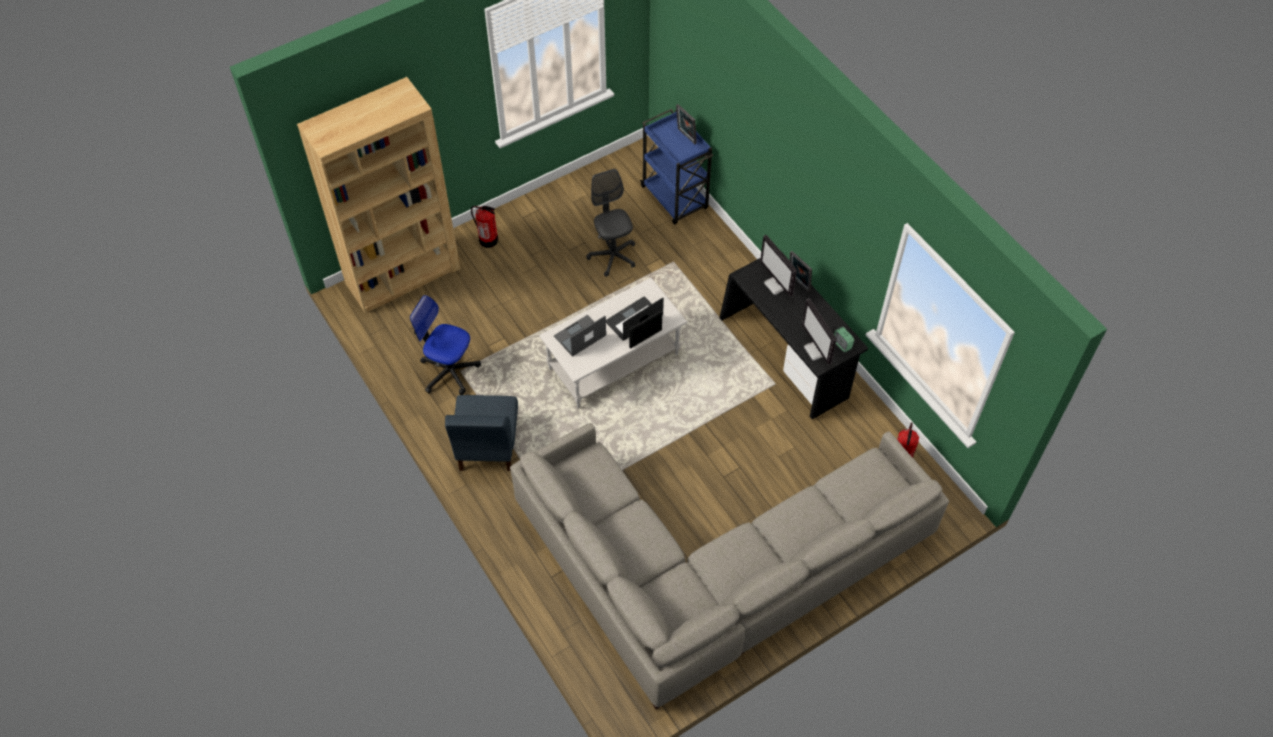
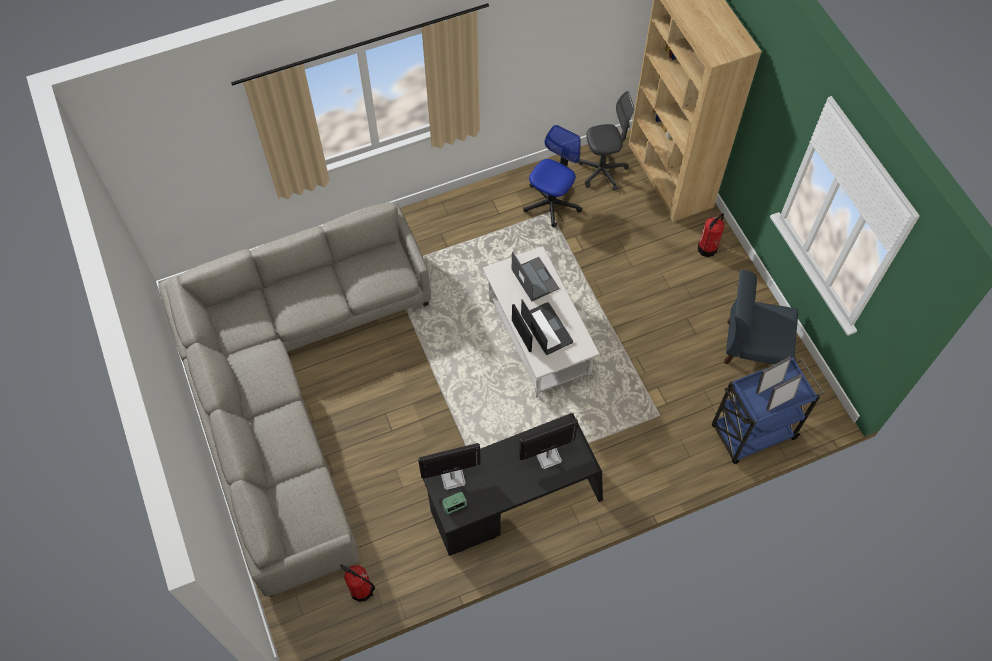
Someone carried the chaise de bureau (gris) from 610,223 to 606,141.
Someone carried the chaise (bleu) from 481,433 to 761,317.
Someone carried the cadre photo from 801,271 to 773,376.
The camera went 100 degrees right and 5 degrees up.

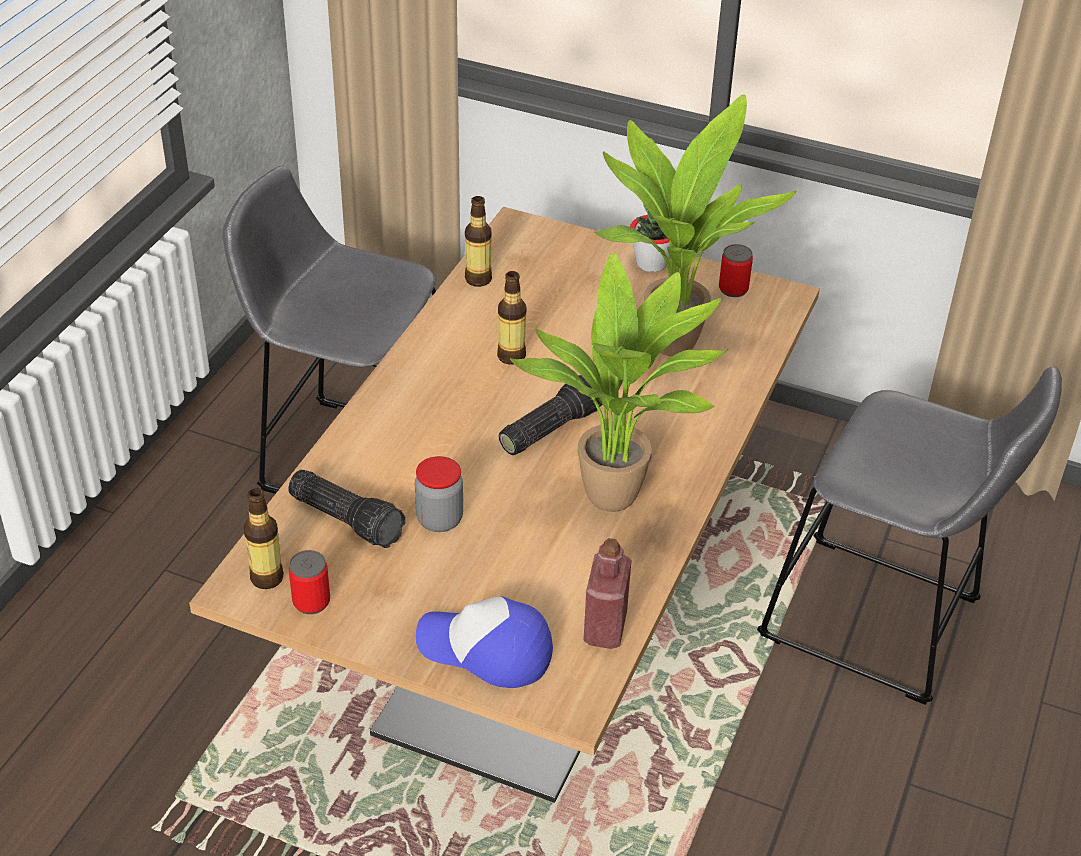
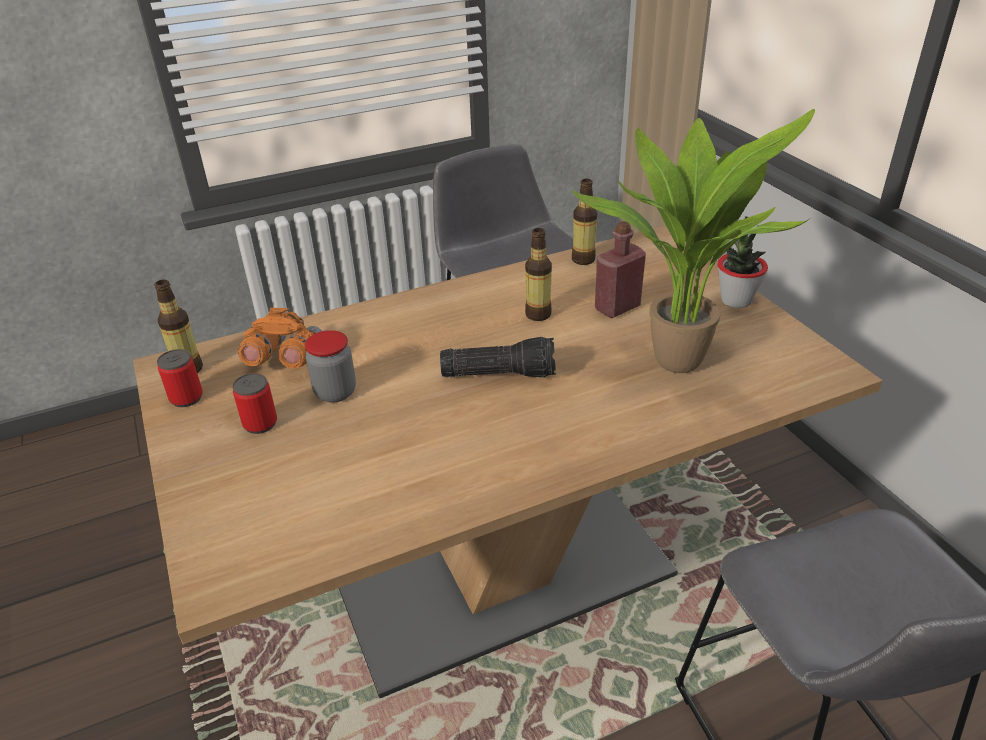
Someone carried the boîte métallique from 736,270 to 254,403.
Someone swapped the lampe de poche at 347,509 for the jumelles (orange) at 280,338.
Someone carried the bouteille (rouge) from 607,593 to 620,269.
Someone took away the casquette at 484,642.
Someone took away the plante en pot at 619,382.
The camera went 45 degrees right and 5 degrees down.

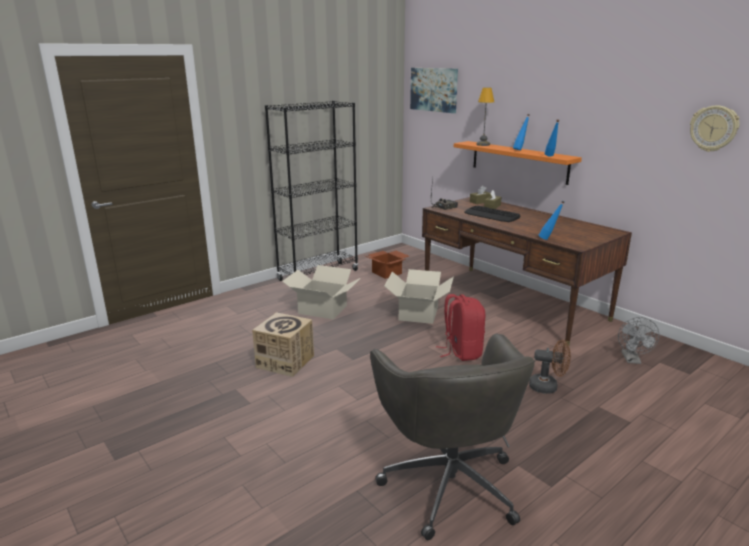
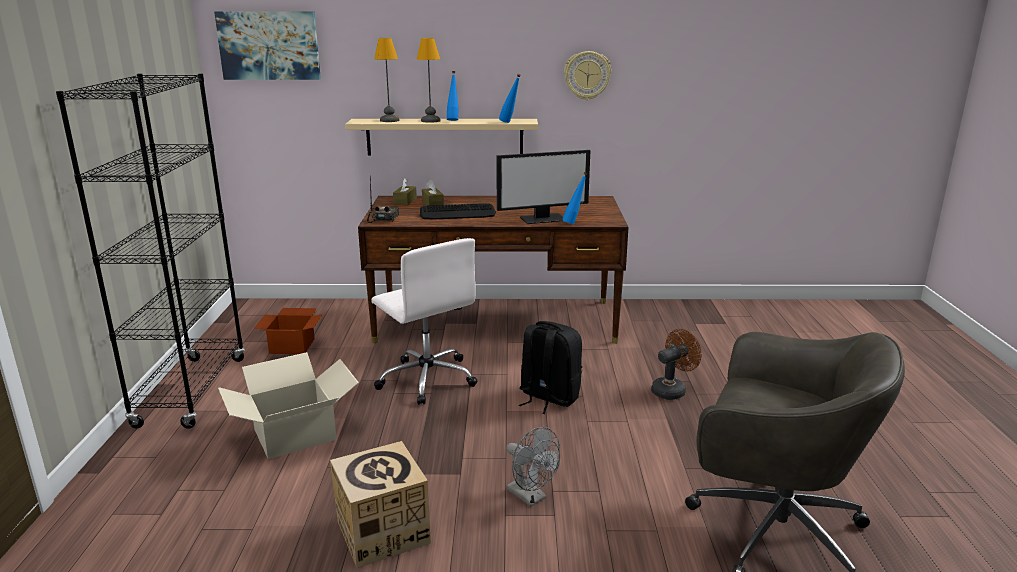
Someone repainted the étagère (orange) at 518,163, which became the étagère (beige) at 441,137.
Someone swapped the carton at 419,296 for the chaise de bureau (blanc) at 424,321.
Someone put down the lampe de table at 429,80.
Someone put down the écran d'ordinateur at 543,187.
Someone carried the ventilateur (gris) from 638,340 to 533,466.
Someone repainted the sac à dos (rouge) at 460,327, which became the sac à dos (noir) at 550,367.
Someone carried the horloge murale from 715,128 to 588,75.
The camera went 50 degrees left and 0 degrees up.

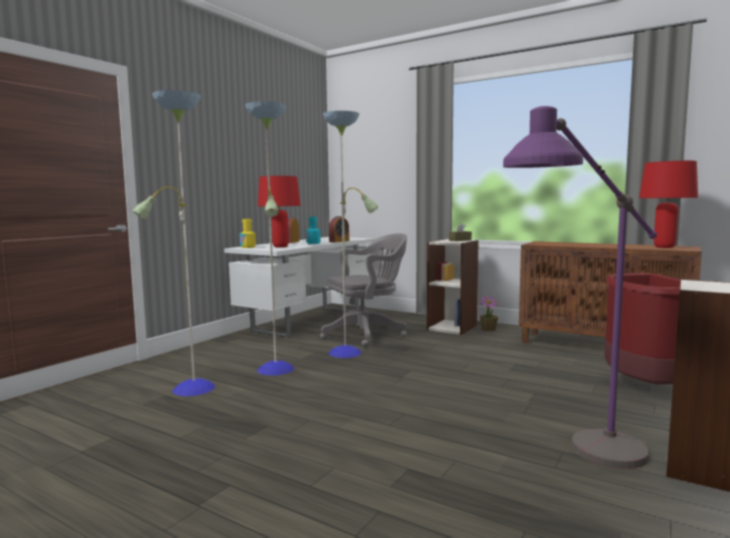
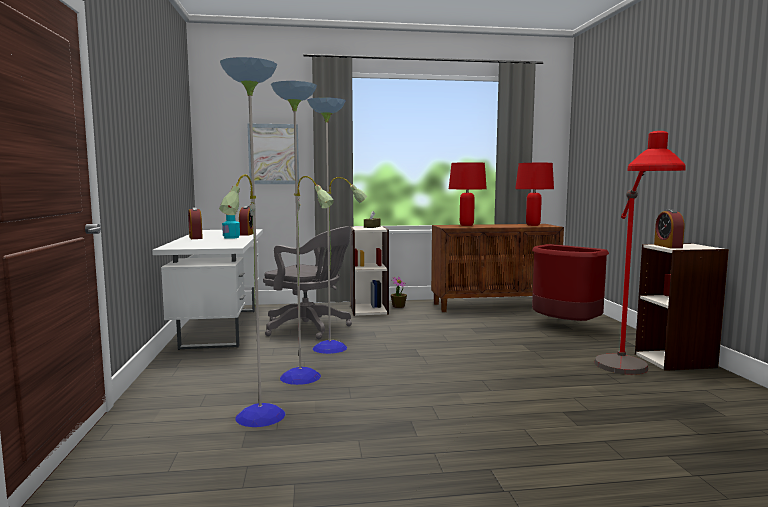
Someone put up the tableau at 273,154.
Someone rotated the chaise de bureau (gris) at 363,290 by 90 degrees clockwise.
Someone carried the lampe de table (rouge) from 279,211 to 468,194.
Someone repainted the lampadaire (violet) at 580,287, which became the lampadaire (rouge) at 640,253.
Someone put down the réveil at 669,228.
Someone took away the bouteille (jaune) at 247,233.
The camera went 40 degrees left and 0 degrees up.

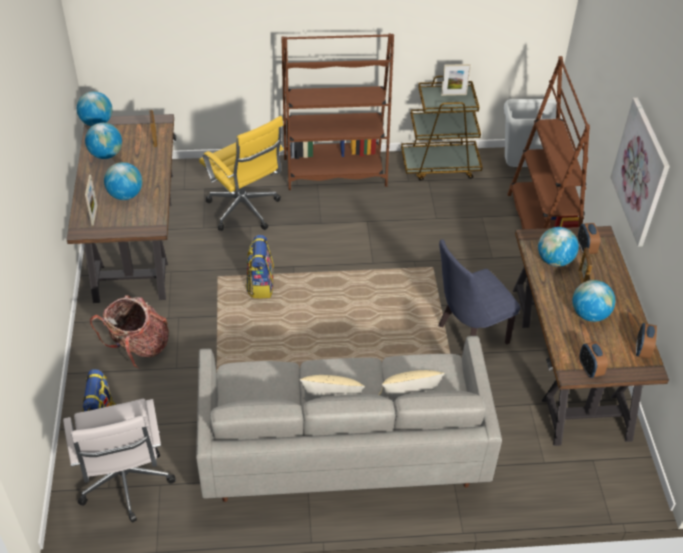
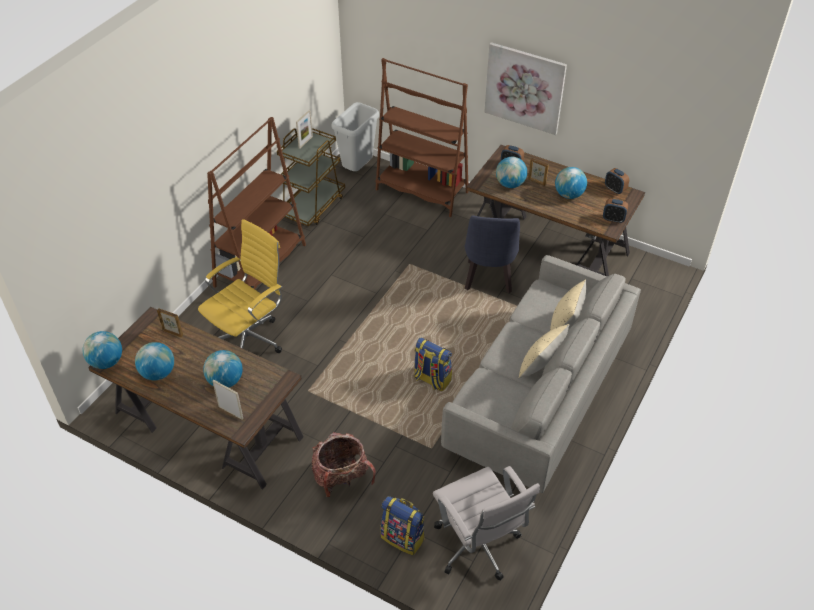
Someone rotated the chaise de bureau (jaune) at 241,173 by 45 degrees counterclockwise.
Someone carried the sac à dos from 260,266 to 433,364.
Someone rotated the chaise de bureau (blanc) at 119,461 by 45 degrees clockwise.
The camera went 55 degrees left and 0 degrees up.

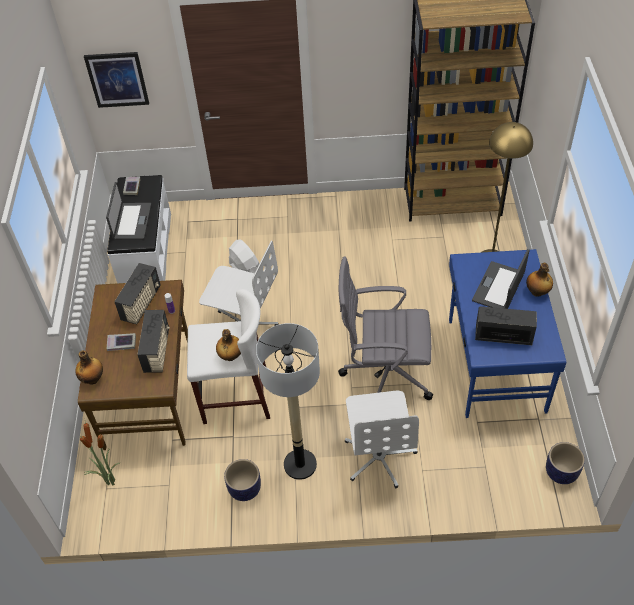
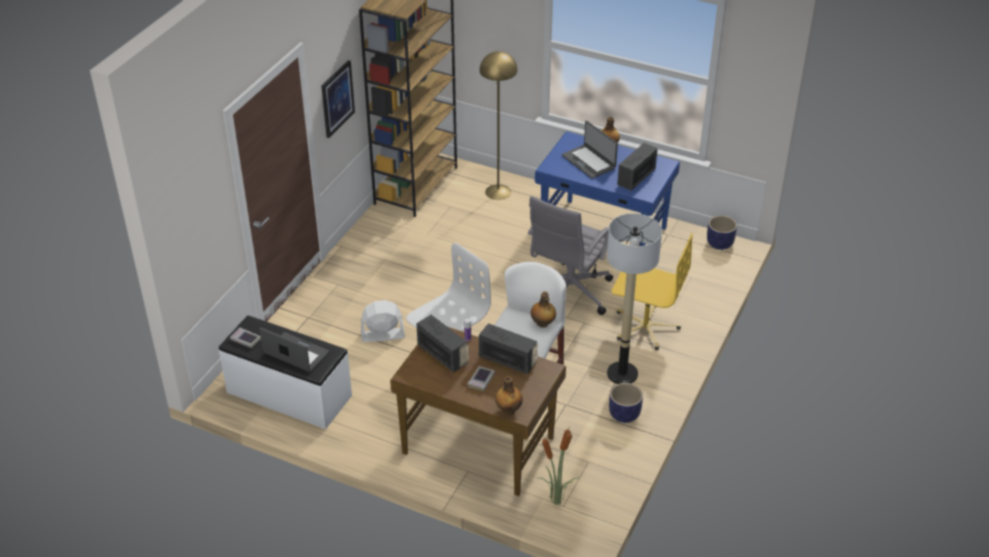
Someone carried the tableau from 116,80 to 338,99.
Someone repainted the chaise de bureau (blanc) at 382,439, which became the chaise de bureau (jaune) at 652,291.
The camera went 65 degrees left and 10 degrees down.

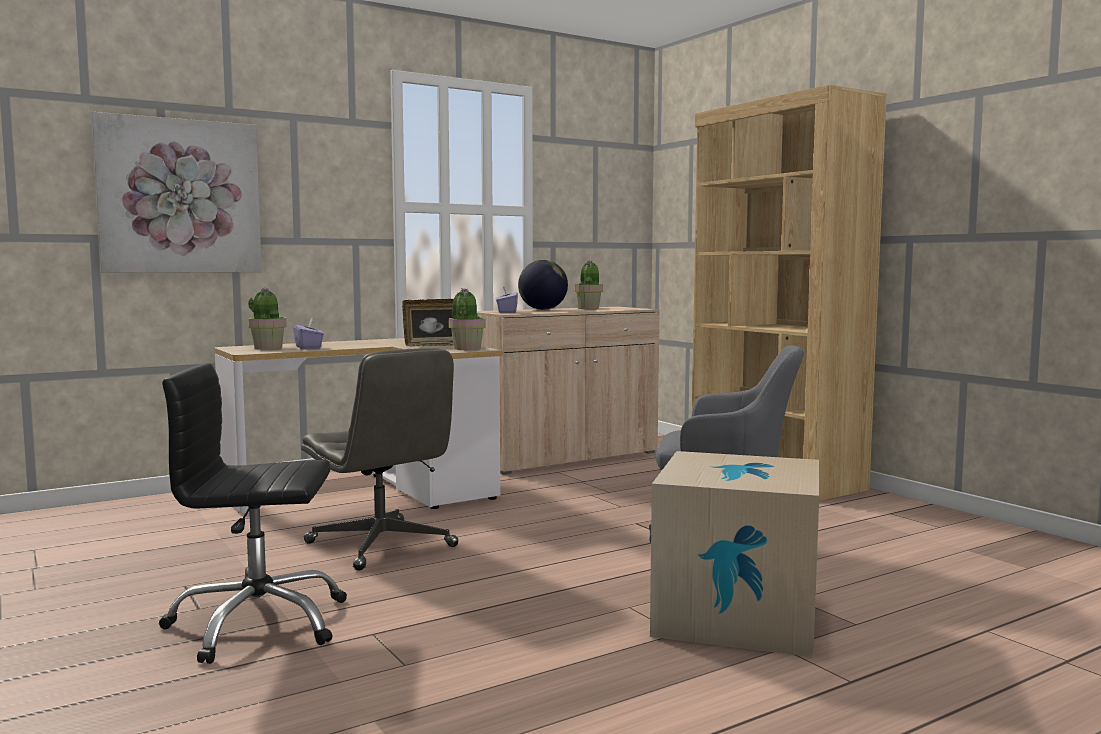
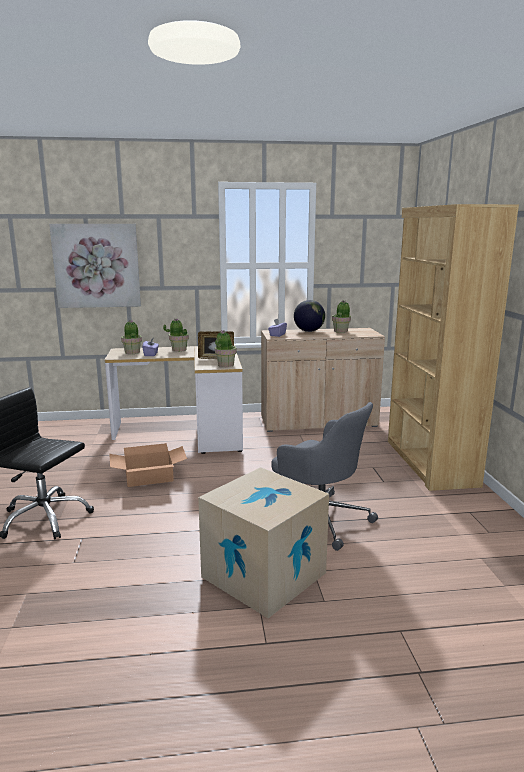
Someone swapped the chaise de bureau (gris) at 379,459 for the carton at 148,465.
Someone put down the plante en pot at 176,335.
The camera went 25 degrees right and 10 degrees up.

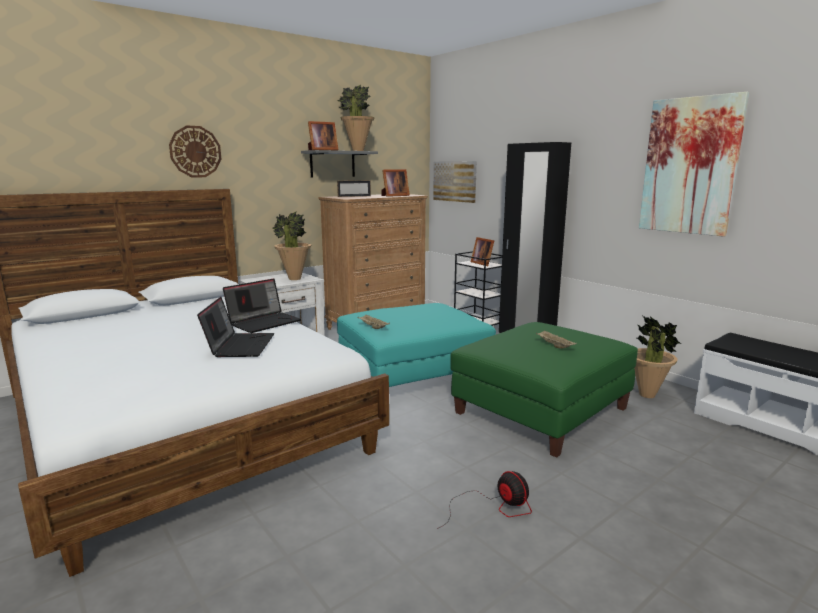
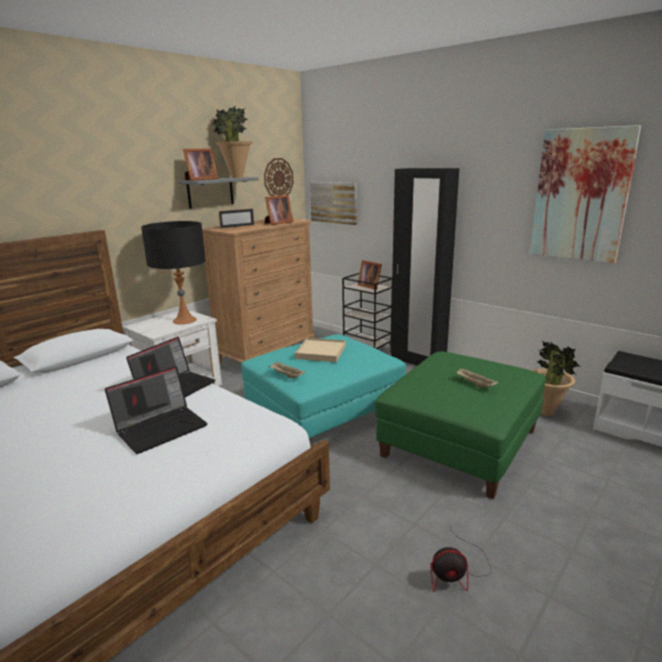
Someone rotated the ordinateur portable at 235,327 by 60 degrees clockwise.
Someone swapped the plante en pot at 291,245 for the lampe de table (noir) at 173,273.
Someone carried the horloge murale from 195,151 to 278,177.
Someone put down the plateau (beige) at 320,350.
Someone rotated the ventilateur at 484,500 by 135 degrees clockwise.
The camera went 10 degrees left and 5 degrees up.

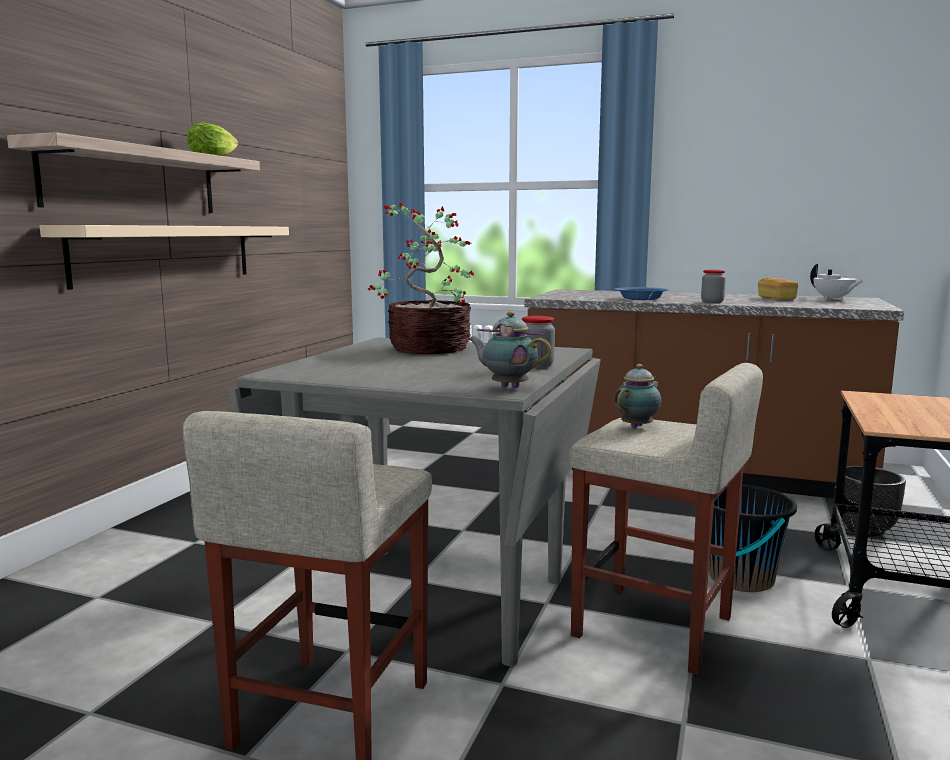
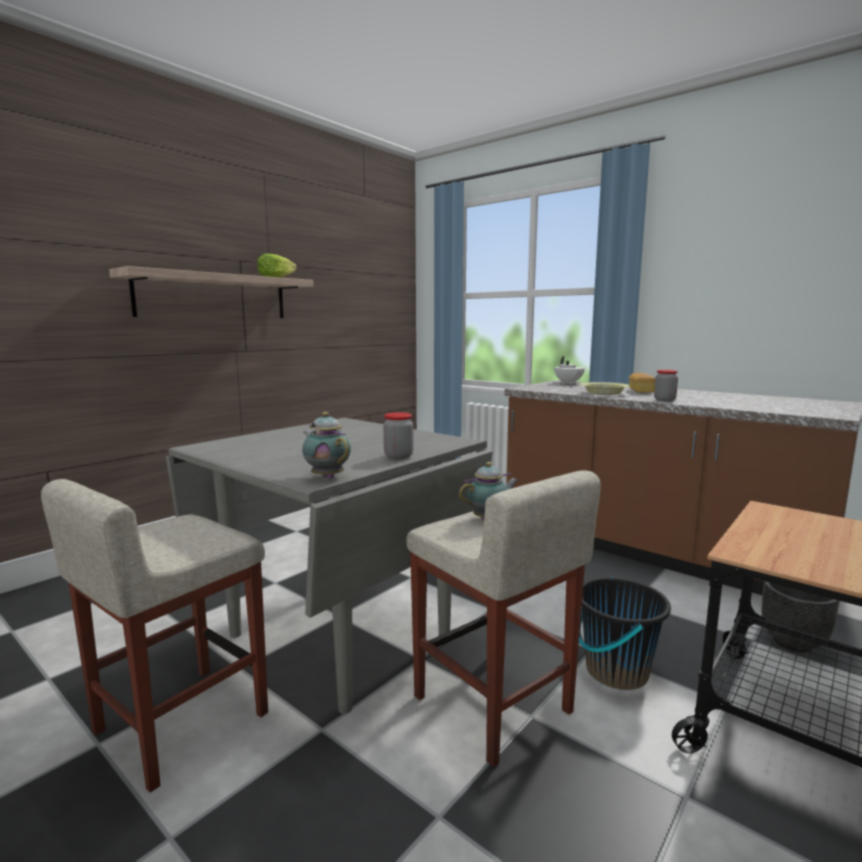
Someone carried the théière (blanc) from 837,282 to 569,370.
Someone repainted the bol (bleu) at 642,293, which became the bol (jaune) at 605,388.
Someone carried the pain from 778,289 to 642,383.
Someone took away the étagère (beige) at 164,257.
Someone took away the plante en pot at 420,278.
The camera went 20 degrees right and 0 degrees up.

